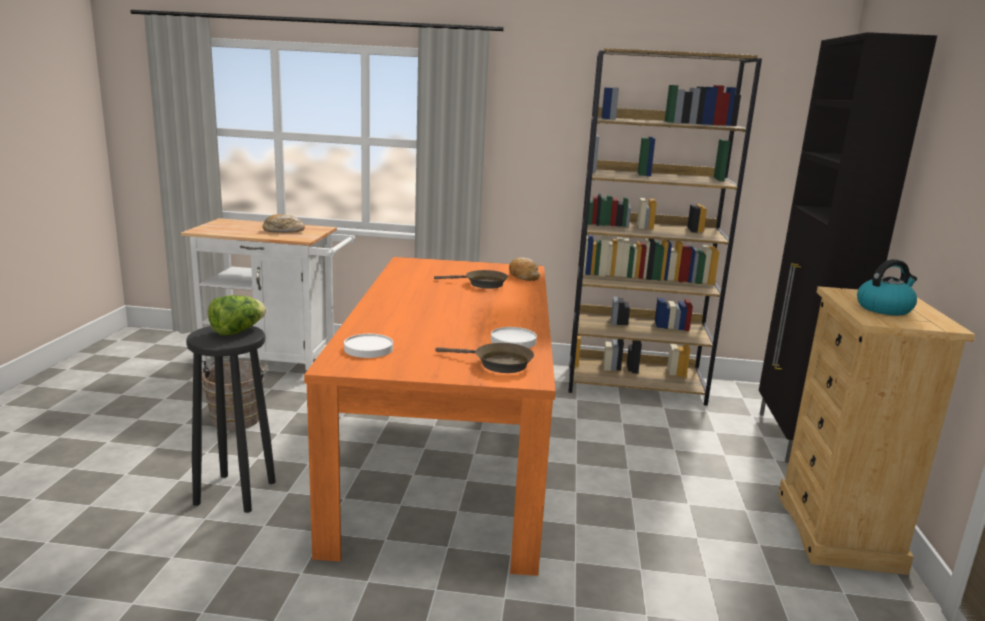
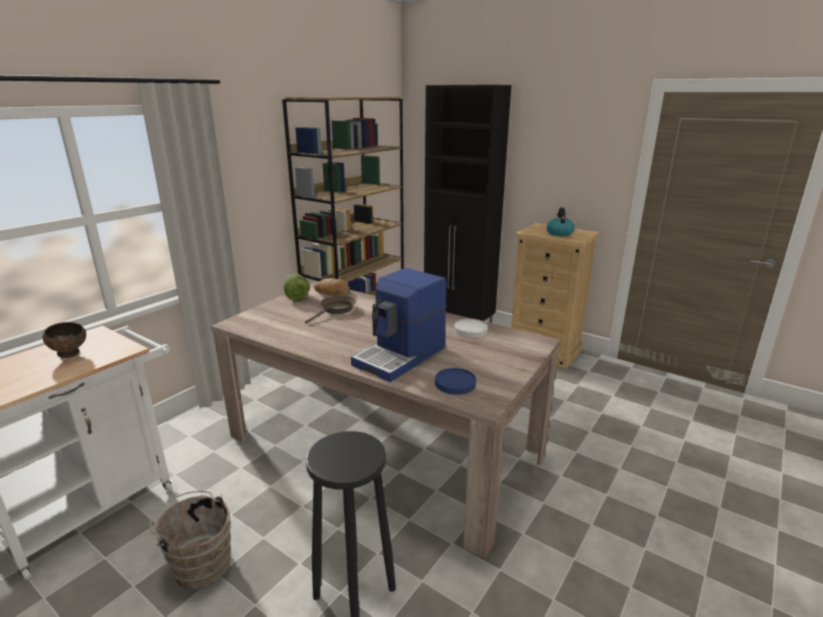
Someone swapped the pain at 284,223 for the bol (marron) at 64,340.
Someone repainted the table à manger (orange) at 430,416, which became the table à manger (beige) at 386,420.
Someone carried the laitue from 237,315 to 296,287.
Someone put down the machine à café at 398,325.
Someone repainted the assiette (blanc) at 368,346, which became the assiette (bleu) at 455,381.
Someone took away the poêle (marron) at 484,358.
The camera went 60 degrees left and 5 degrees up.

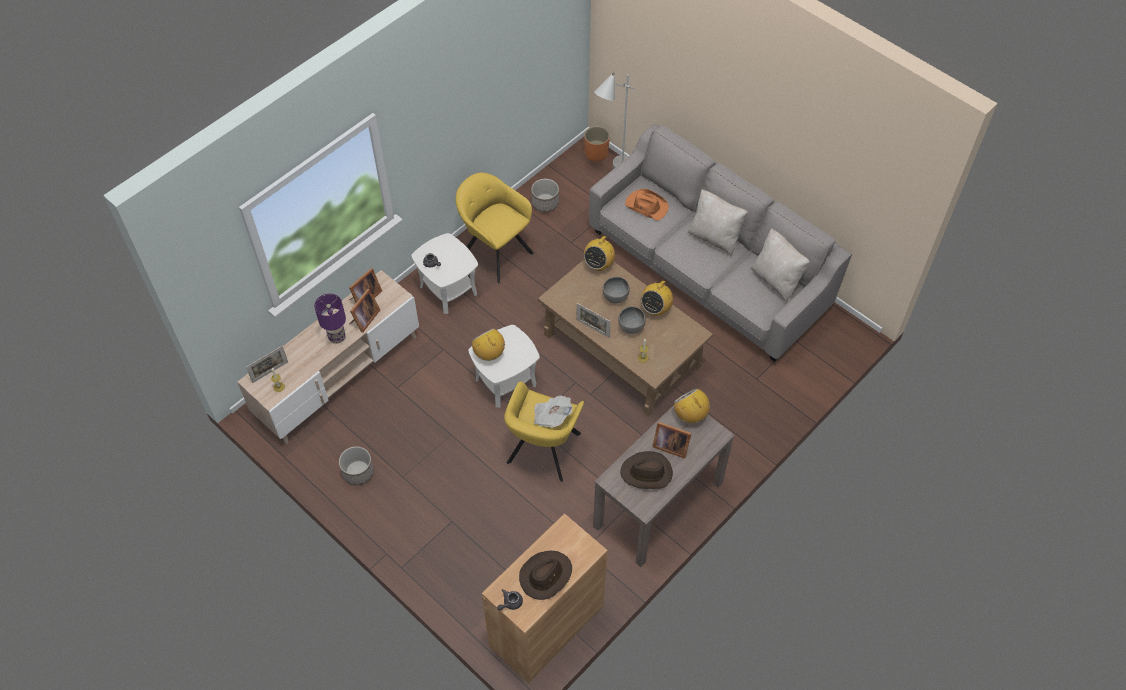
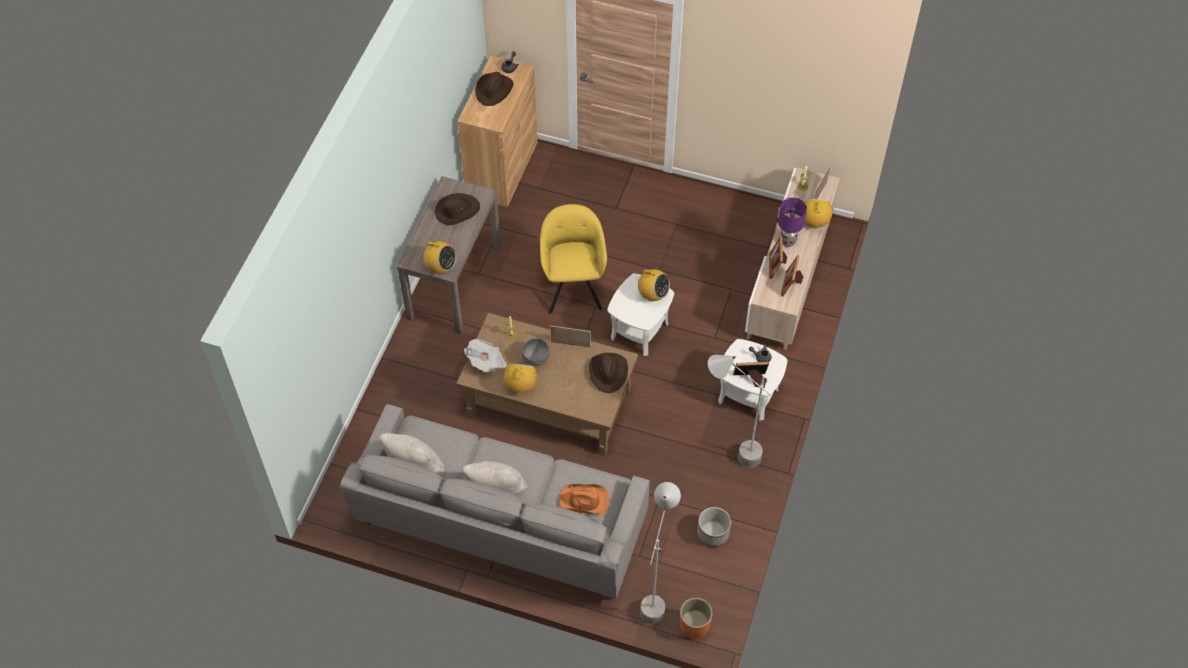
Someone carried the journal from 553,411 to 485,356.
Someone put down the chapeau (marron) at 608,373.
Someone swapped the fauteuil (jaune) at 495,227 for the lampadaire (gris) at 740,411.
Someone carried the cadre photo from 672,440 to 751,375.
Someone carried the radio from 599,252 to 818,213.
Someone took away the cache-pot at 356,465.
Someone took away the bol (gris) at 616,290.
The camera went 155 degrees right and 0 degrees up.

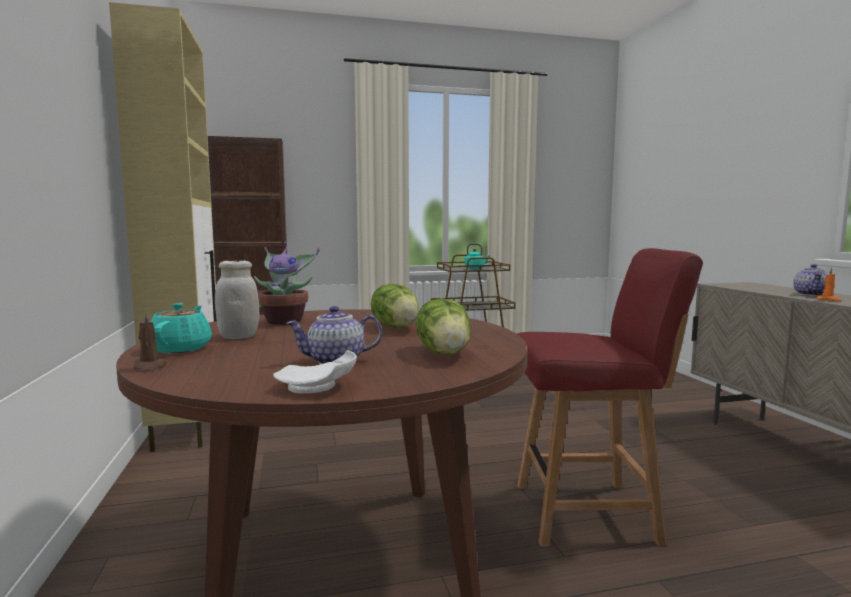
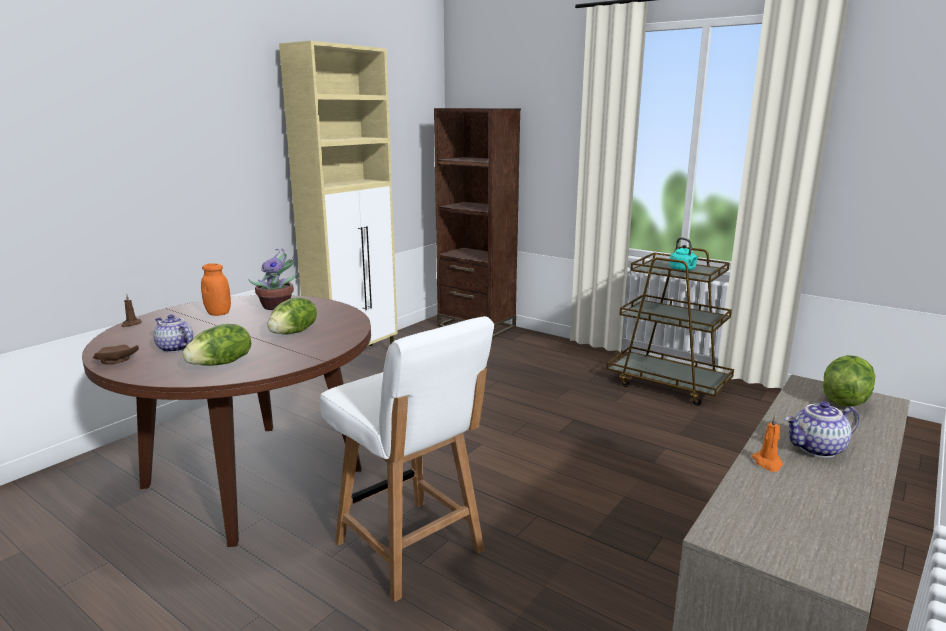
Someone repainted the assiette (blanc) at 315,371, which became the assiette (marron) at 116,354.
Someone repainted the bocal (blanc) at 237,300, which became the bocal (orange) at 216,289.
Someone repainted the chaise (rouge) at 610,397, which became the chaise (blanc) at 407,459.
Someone put down the laitue at 849,380.
Someone took away the théière (turquoise) at 181,328.
The camera went 50 degrees right and 10 degrees up.

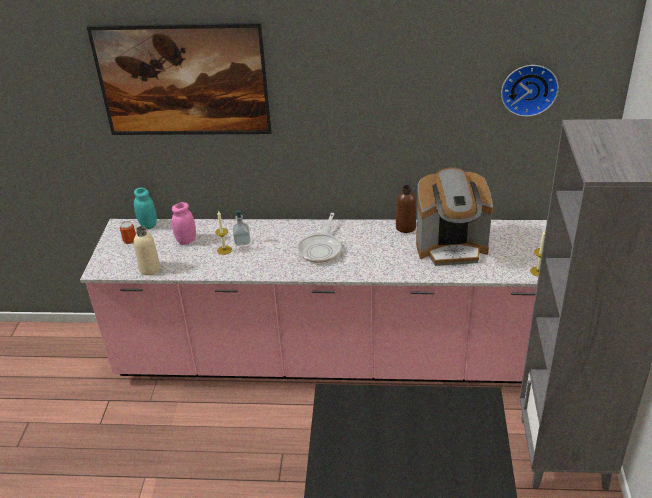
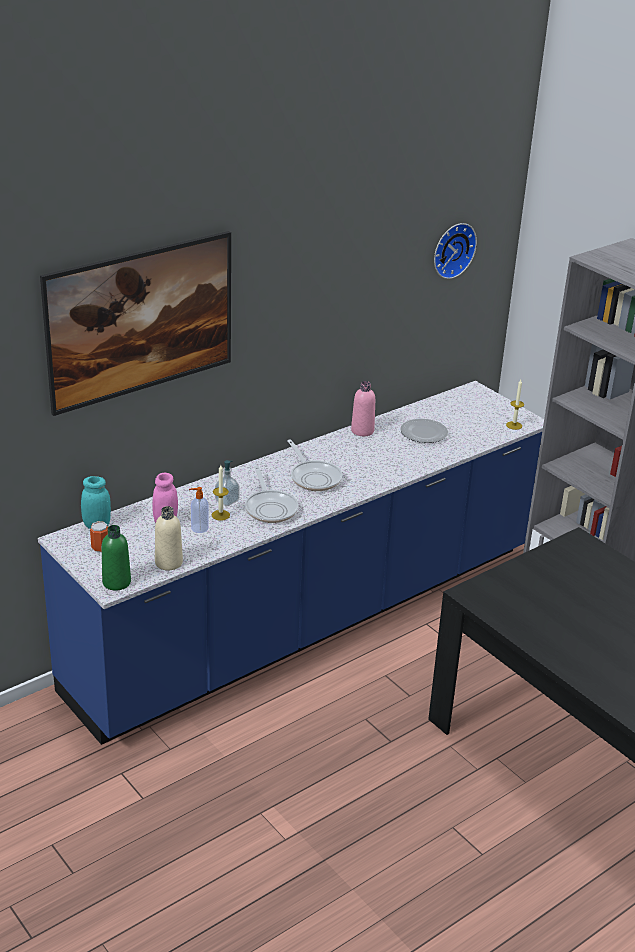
Someone repainted the comptoir de cuisine (rose) at 313,301, which became the comptoir de cuisine (bleu) at 291,563.
Someone put down the bouteille (vert) at 116,558.
Someone put down the distributeur de savon at 199,510.
Someone put down the poêle at 272,494.
Someone repainted the bouteille (marron) at 406,209, which became the bouteille (rose) at 363,408.
Someone swapped the machine à café at 454,216 for the assiette at 424,431.
The camera went 45 degrees left and 5 degrees down.

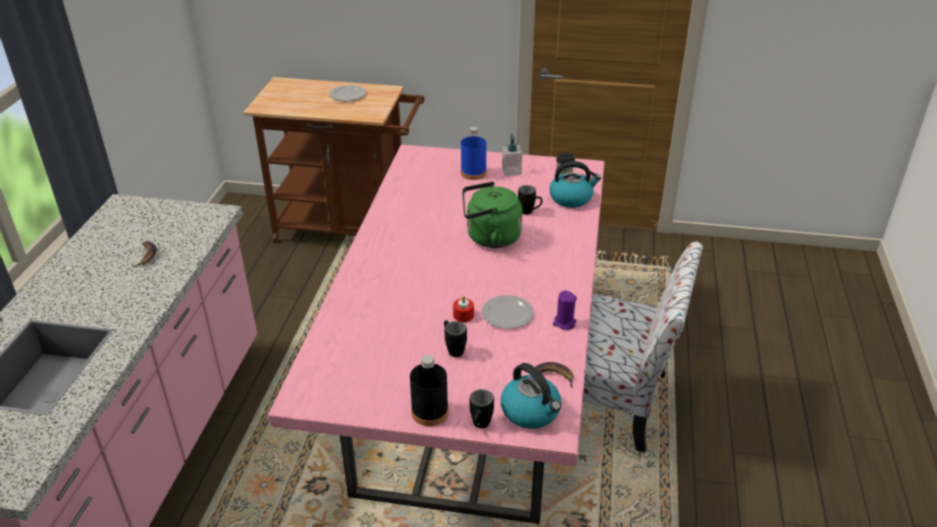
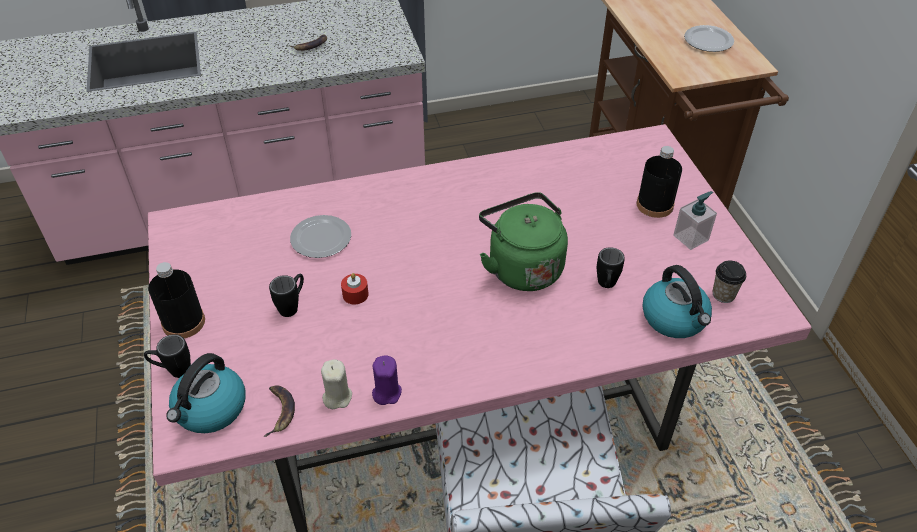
Someone carried the assiette from 508,312 to 320,236.
Someone put down the bougie (beige) at 336,384.
Someone repainted the bouteille (bleu) at 474,153, which became the bouteille (noir) at 659,182.
The camera went 65 degrees right and 10 degrees up.

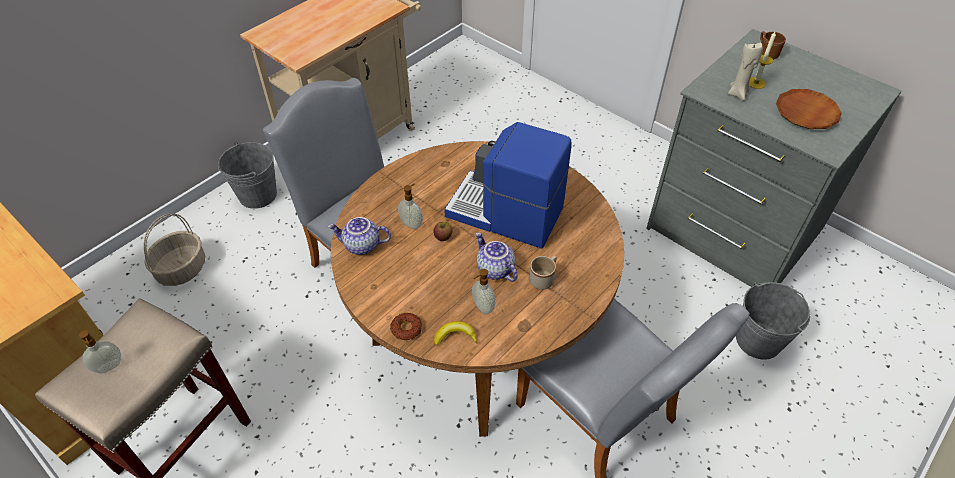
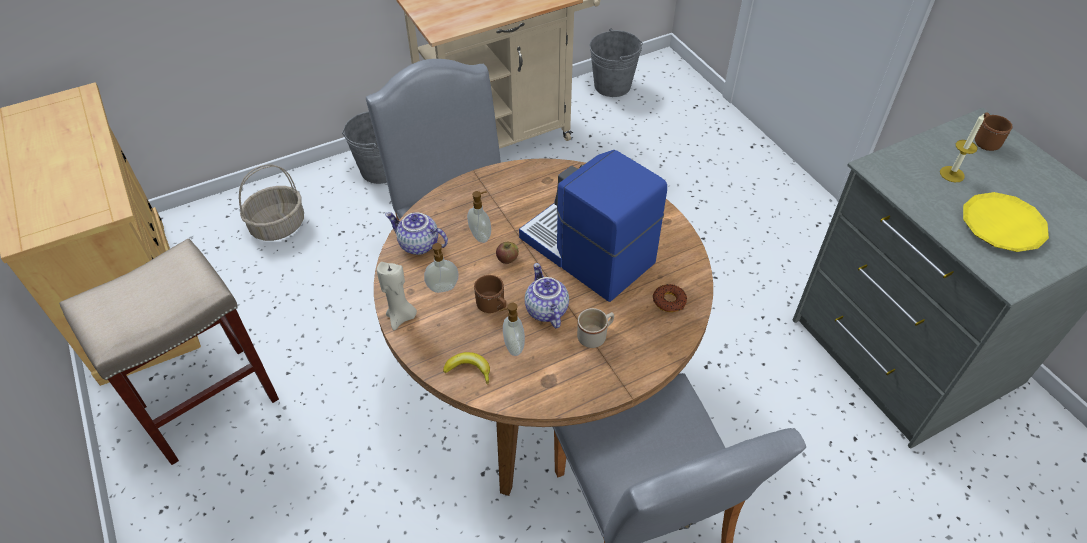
Someone carried the bougie (beige) from 745,71 to 397,296.
Someone carried the distributeur de savon from 100,352 to 441,268.
Someone put down the mug (marron) at 490,294.
Someone carried the seau (gris) from 773,320 to 616,62.
Someone carried the beignet from 406,326 to 670,298.
Someone repainted the assiette (marron) at 809,109, which became the assiette (jaune) at 1006,222.
The camera went 20 degrees right and 0 degrees up.

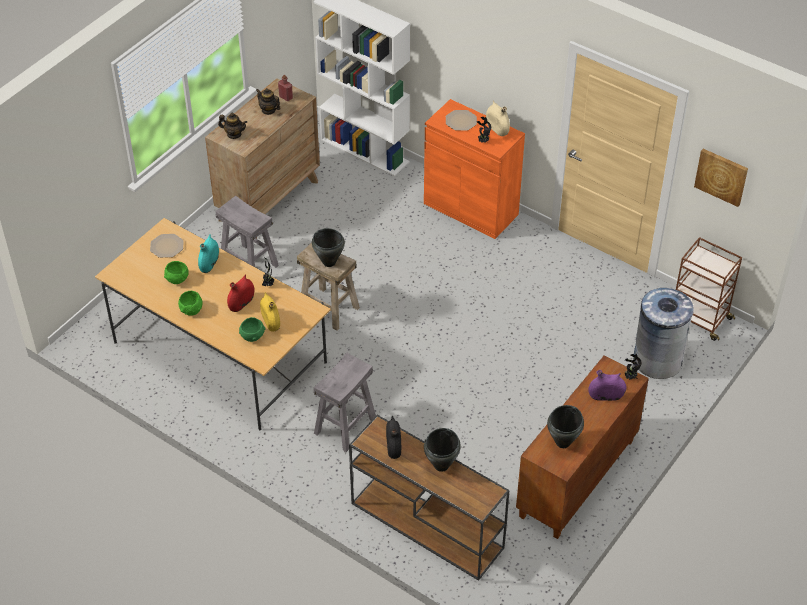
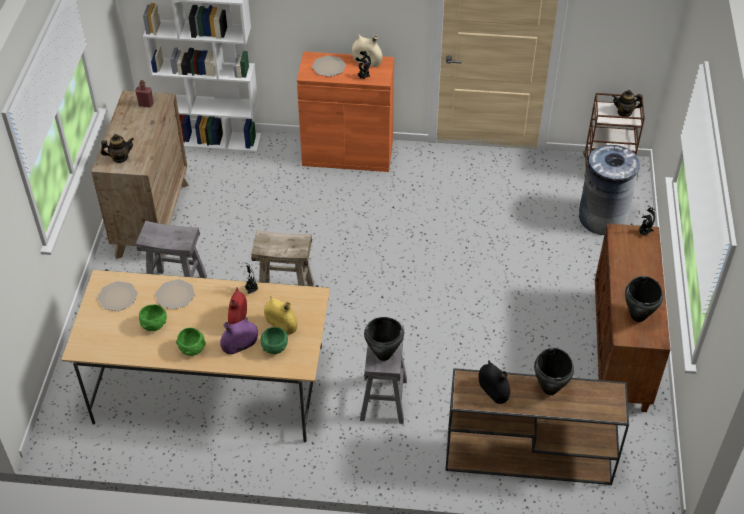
Someone swapped the vase (turquoise) at 208,253 for the assiette at 175,294.
Someone carried the vase (violet) from 607,385 to 239,335.
Someone carried the marmite (noir) from 328,247 to 384,339.
Someone carried the théière from 268,101 to 627,103.
Someone took away the tableau at 721,178.
The camera went 30 degrees left and 0 degrees up.

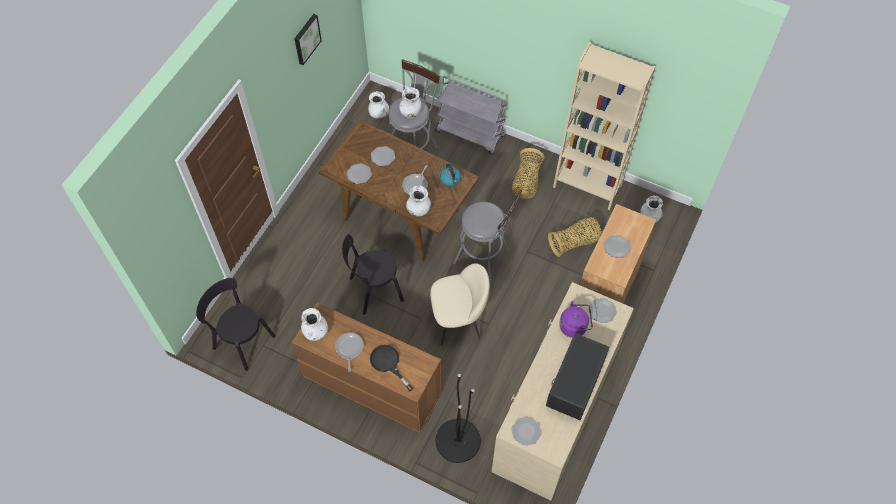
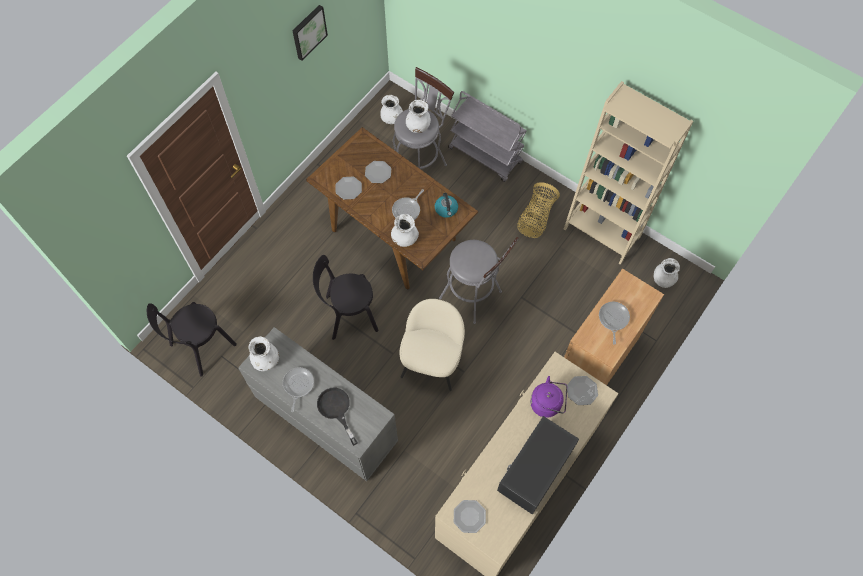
Someone rotated the chaise (noir) at 236,324 by 90 degrees counterclockwise.
Someone repainted the commode (marron) at 367,367, which became the commode (gris) at 318,404.
Someone rotated the chaise (beige) at 460,304 by 75 degrees counterclockwise.
Someone swapped the assiette at 617,246 for the poêle at 614,323.
Someone took away the lampadaire (noir) at 458,418.
Someone took away the panier at 575,237.
The camera went 10 degrees right and 5 degrees up.

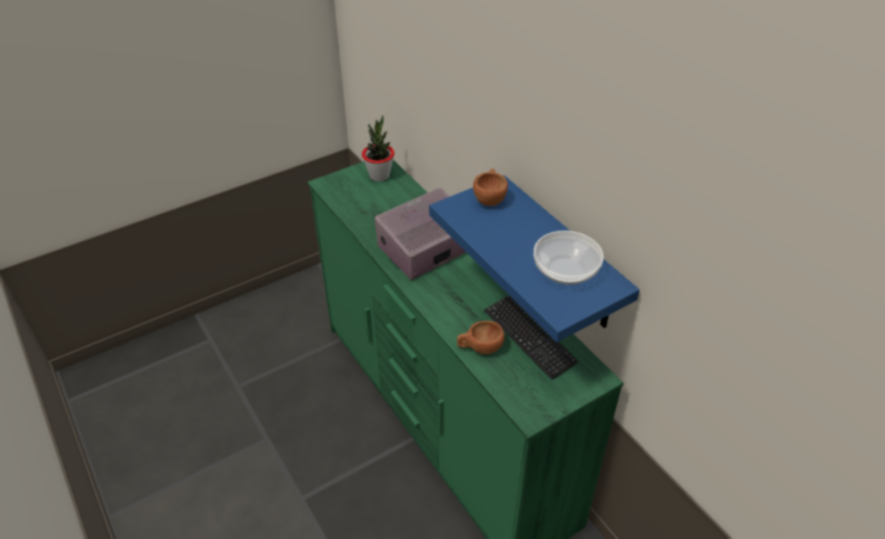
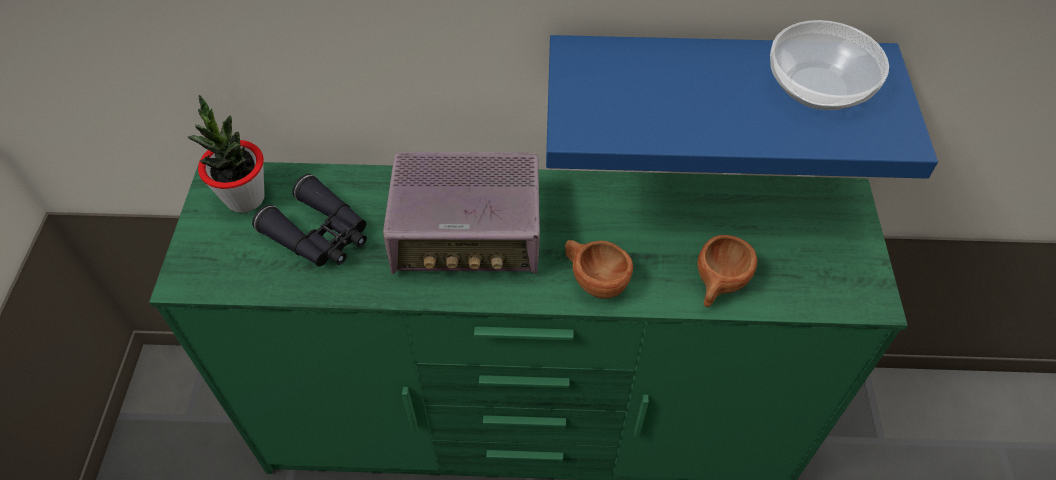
Someone put down the jumelles (noir) at 309,220.
Someone rotated the radio at 420,234 by 90 degrees counterclockwise.
Someone carried the tasse (marron) from 490,187 to 599,269.
Someone took away the clavier at 531,337.
The camera went 55 degrees left and 10 degrees up.

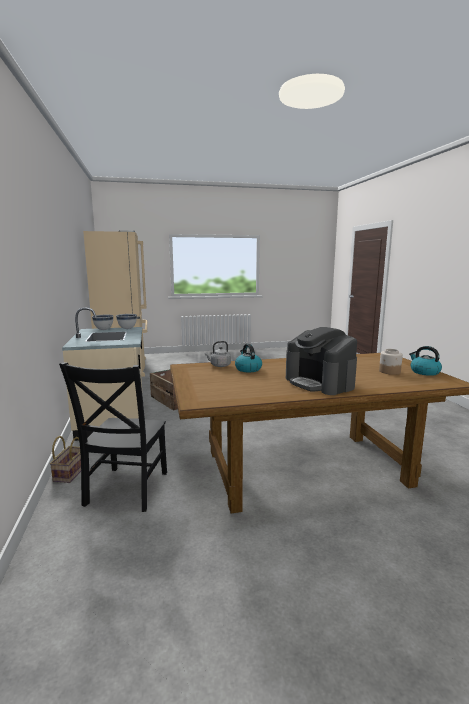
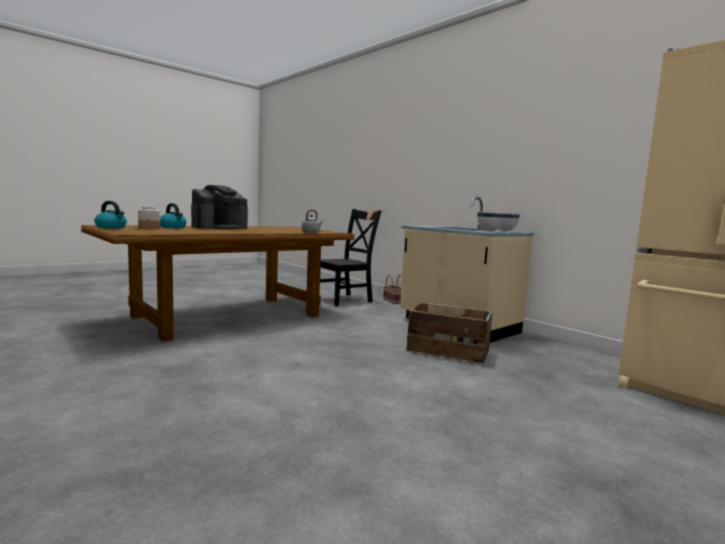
Someone carried the bouilloire from 248,358 to 173,216.
Someone rotated the machine à café at 321,361 by 105 degrees clockwise.
Someone rotated the chaise (noir) at 113,437 by 75 degrees clockwise.
The camera went 150 degrees right and 5 degrees down.

